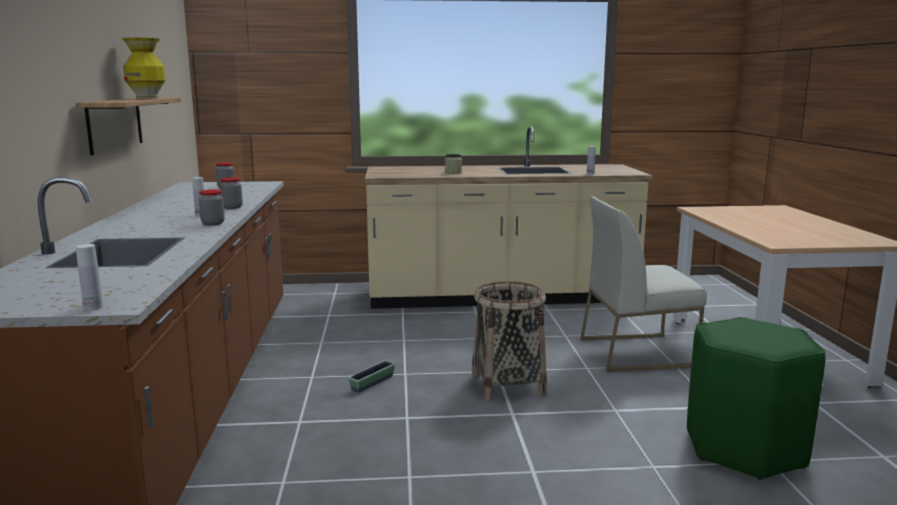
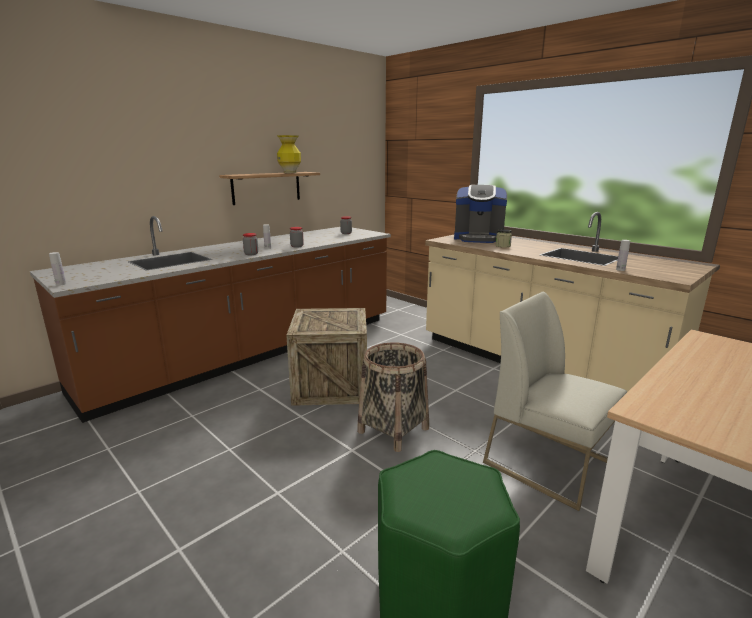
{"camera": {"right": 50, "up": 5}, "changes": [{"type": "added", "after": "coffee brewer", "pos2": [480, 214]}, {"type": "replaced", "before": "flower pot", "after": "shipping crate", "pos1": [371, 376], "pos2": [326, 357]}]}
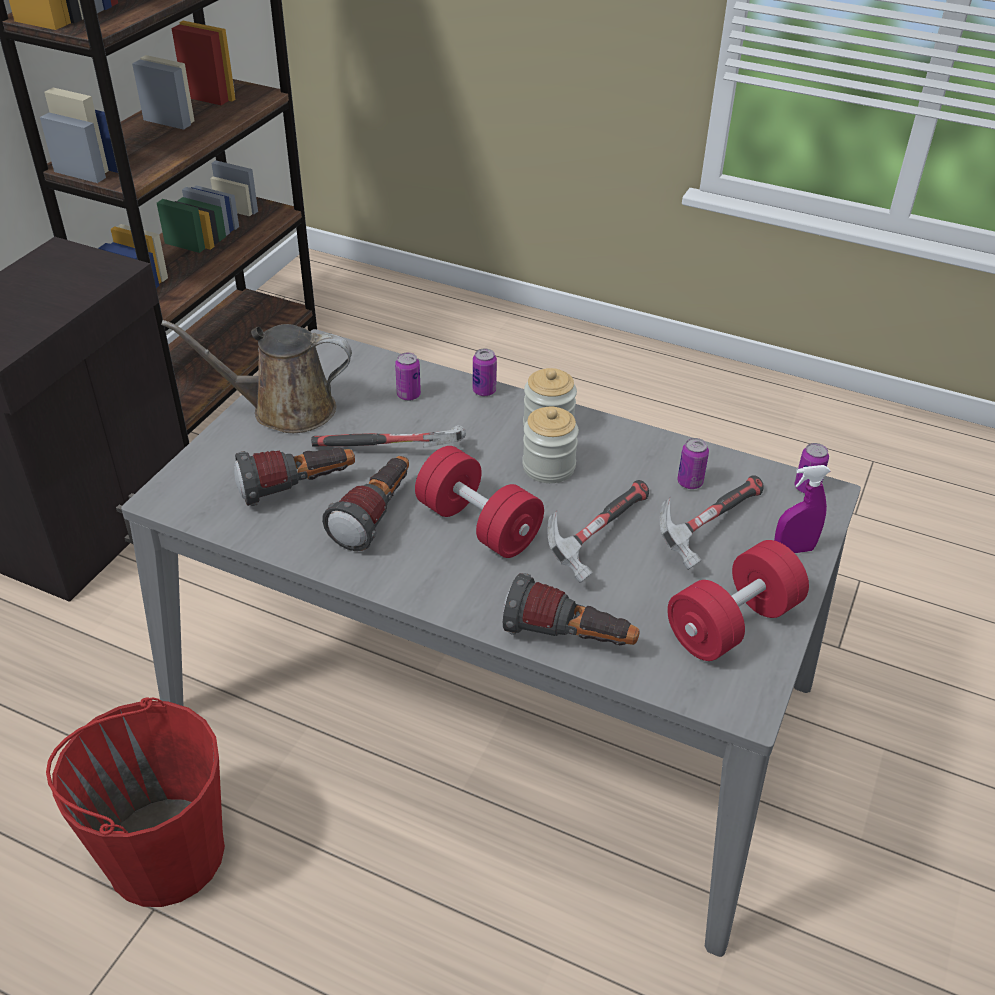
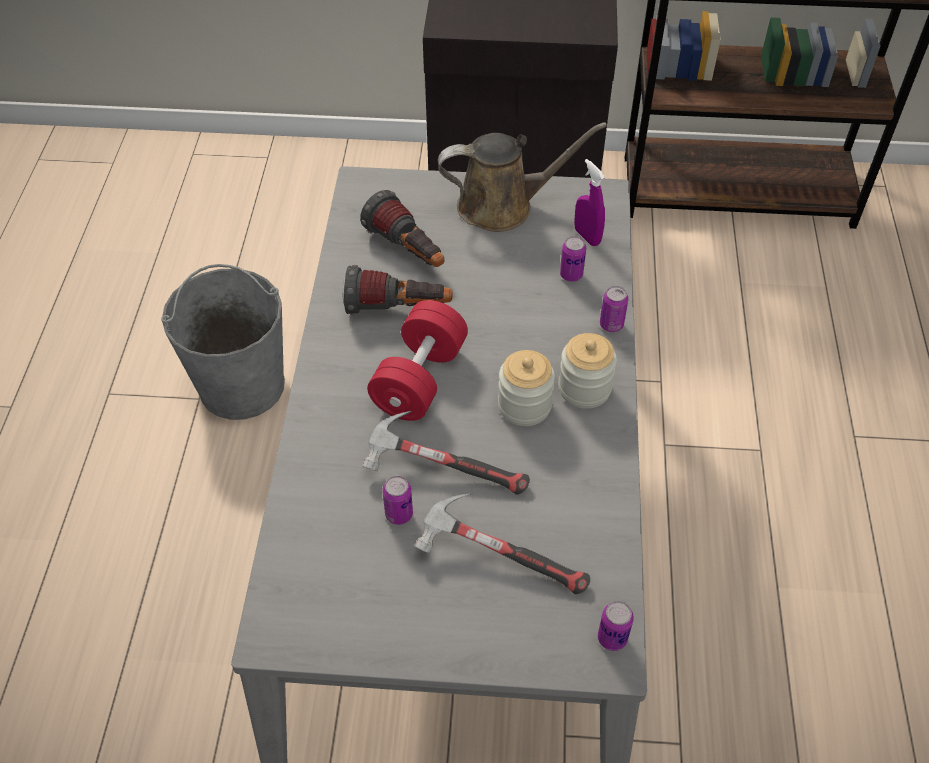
{"camera": {"right": 70, "up": 10}, "changes": [{"type": "removed", "before": "hammer", "pos1": [388, 436]}, {"type": "removed", "before": "hand torch", "pos1": [571, 609]}, {"type": "removed", "before": "free weight (red-coloured)", "pos1": [738, 600]}, {"type": "moved", "before": "metal can", "pos1": [693, 463], "pos2": [397, 500]}, {"type": "moved", "before": "sprayer (purple-coloured)", "pos1": [802, 509], "pos2": [589, 202]}, {"type": "recoloured", "before": "bucket (red-coloured)", "after": "bucket (greyish)", "pos1": [135, 802], "pos2": [223, 342]}, {"type": "turned", "before": "sprinkling can (brown)", "pos1": [256, 376], "pos2": [522, 177], "turn": 105}]}
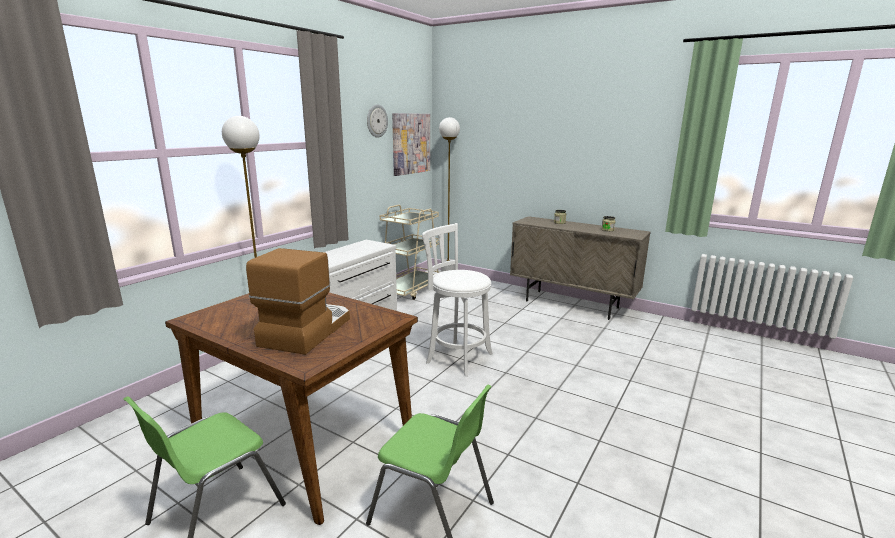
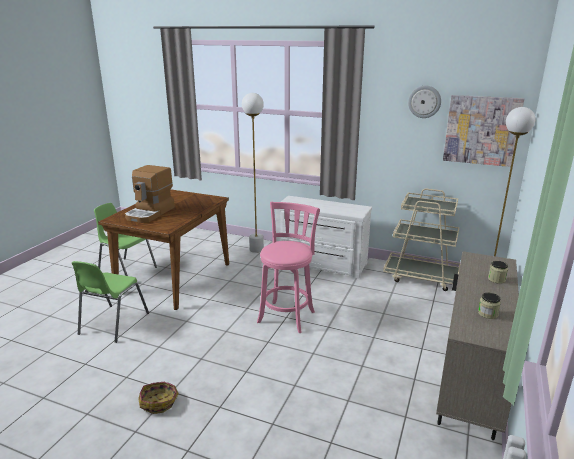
{"camera": {"right": 80, "up": 5}, "changes": [{"type": "added", "after": "storage basket", "pos2": [158, 398]}, {"type": "recoloured", "before": "stool (white)", "after": "stool (pink)", "pos1": [457, 299], "pos2": [288, 267]}, {"type": "turned", "before": "coffee brewer", "pos1": [298, 301], "pos2": [150, 194], "turn": 105}]}
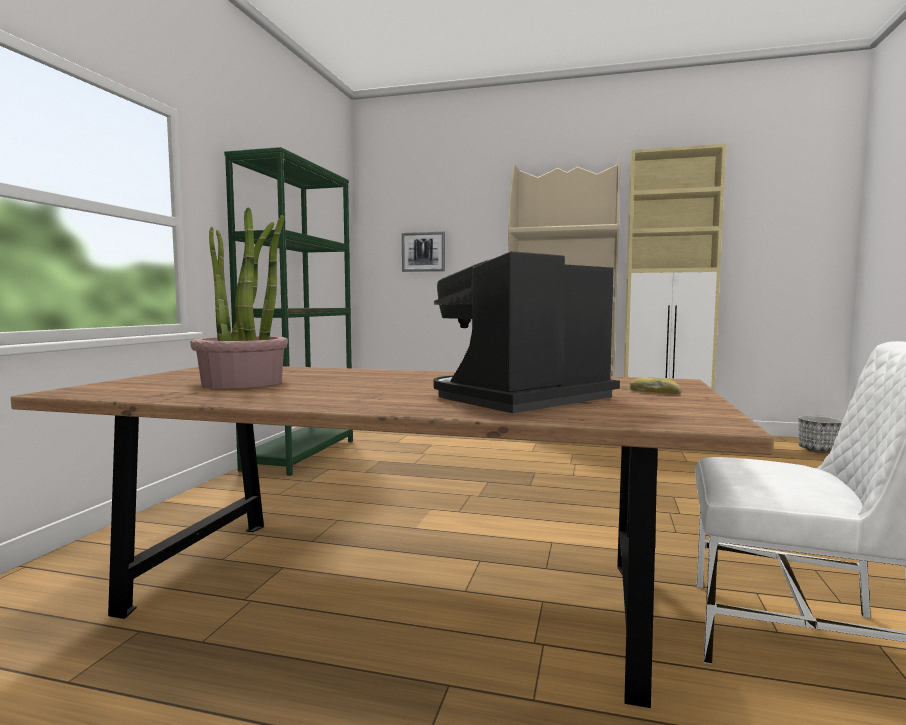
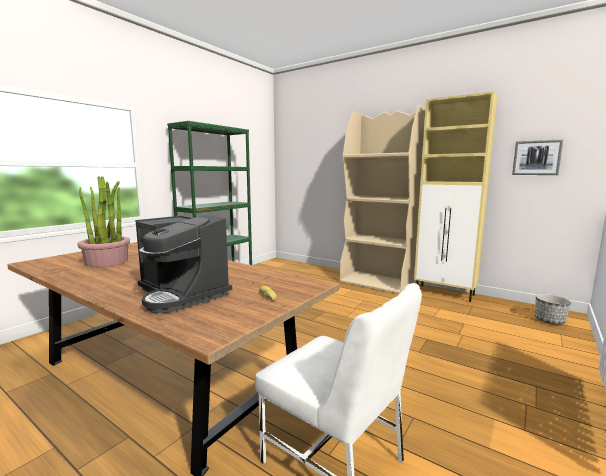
{"camera": {"right": 20, "up": 5}, "changes": [{"type": "moved", "before": "wall art", "pos1": [423, 252], "pos2": [538, 157]}, {"type": "turned", "before": "coffee brewer", "pos1": [526, 332], "pos2": [183, 264], "turn": -120}]}
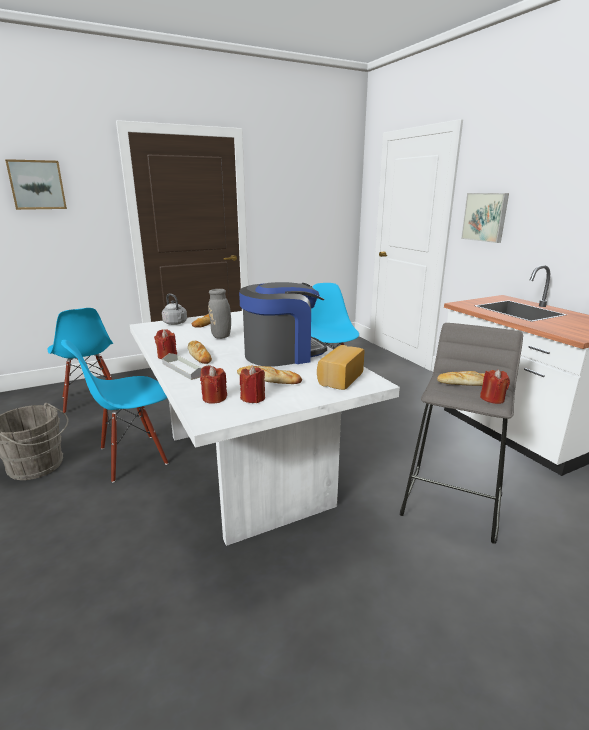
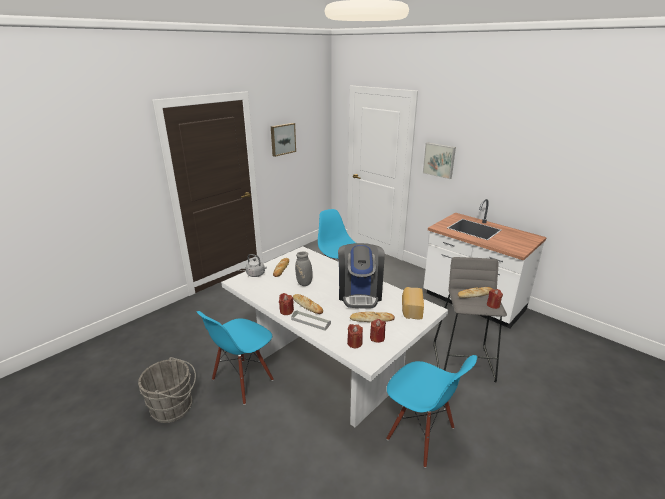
{"camera": {"right": -20, "up": 5}, "changes": [{"type": "moved", "before": "wall art", "pos1": [36, 184], "pos2": [283, 140]}, {"type": "moved", "before": "plain chair (blue)", "pos1": [80, 360], "pos2": [431, 411]}, {"type": "turned", "before": "coffee brewer", "pos1": [283, 324], "pos2": [361, 275], "turn": 135}]}
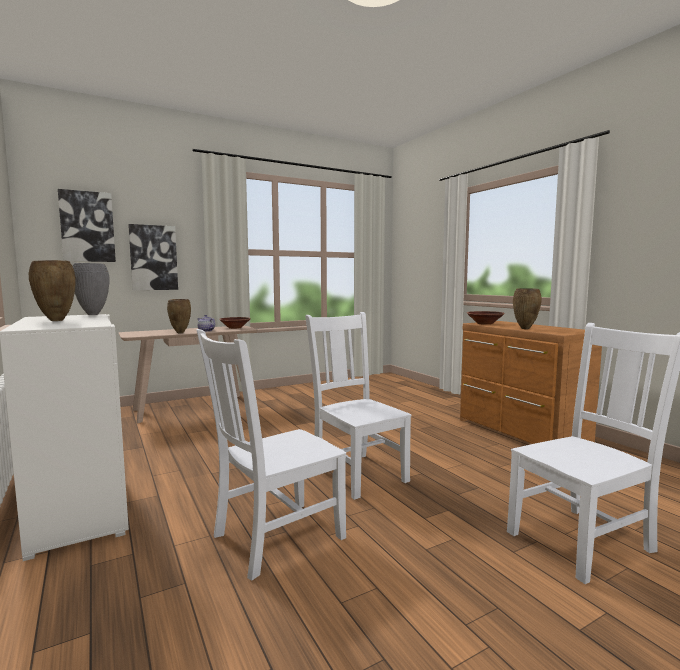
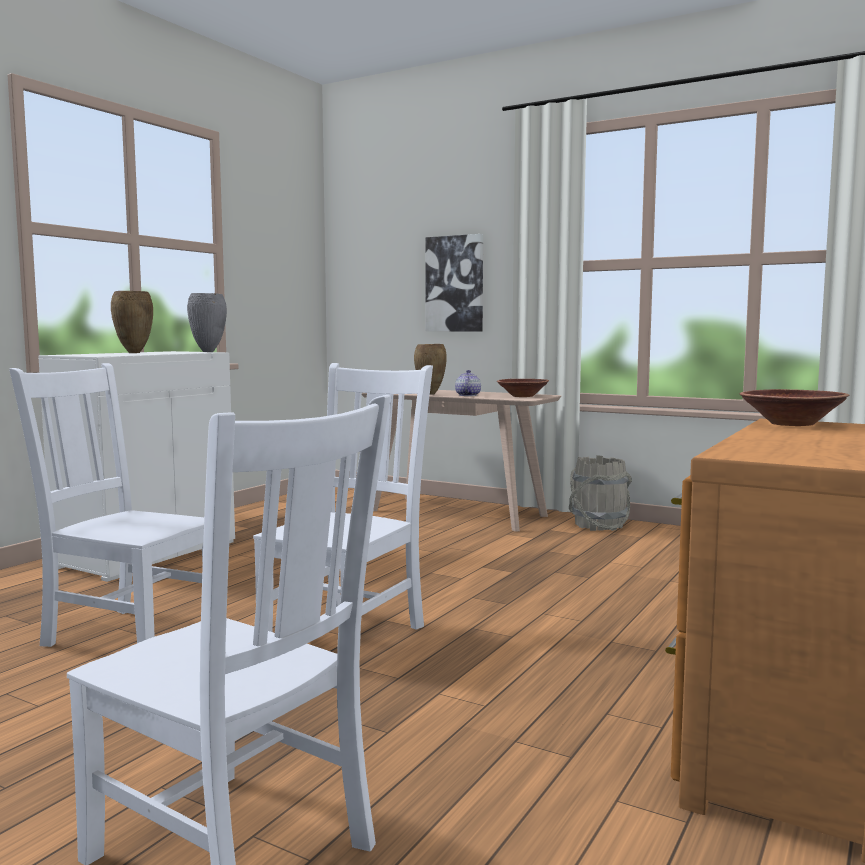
{"camera": {"right": 60, "up": 0}, "changes": [{"type": "removed", "before": "wall art", "pos1": [87, 225]}, {"type": "removed", "before": "decorative vase (brown)", "pos1": [527, 308]}, {"type": "added", "after": "bucket (greyish)", "pos2": [600, 493]}]}
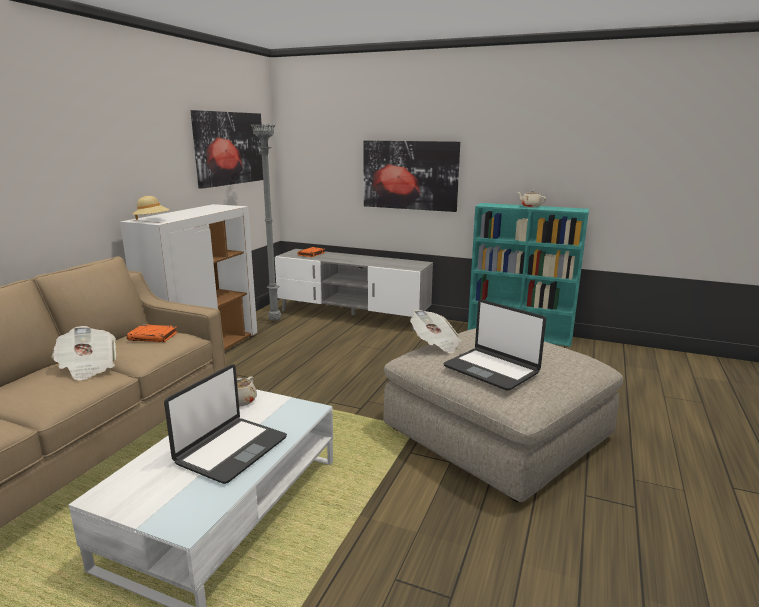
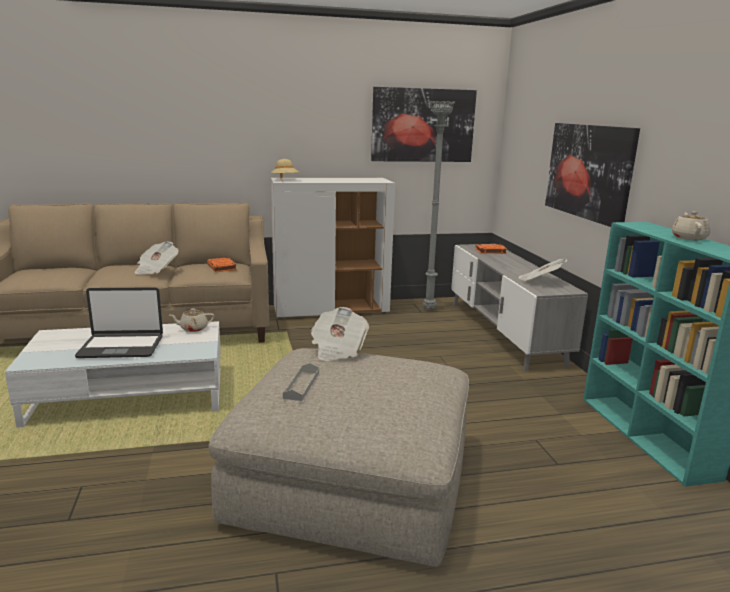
{"camera": {"right": 55, "up": 0}, "changes": [{"type": "added", "after": "printed paper", "pos2": [542, 270]}, {"type": "replaced", "before": "notebook computer", "after": "carrying tray (greyish)", "pos1": [494, 344], "pos2": [301, 382]}]}
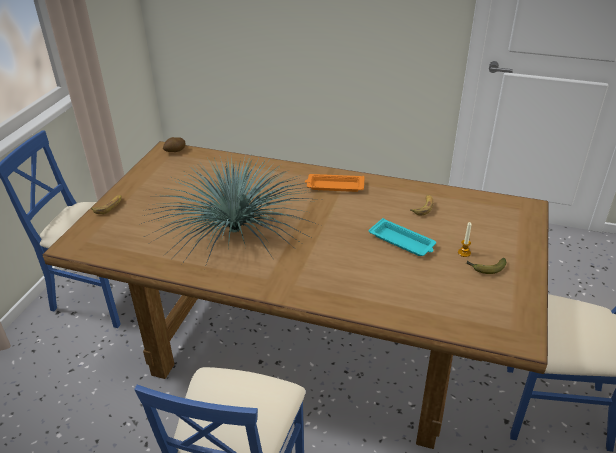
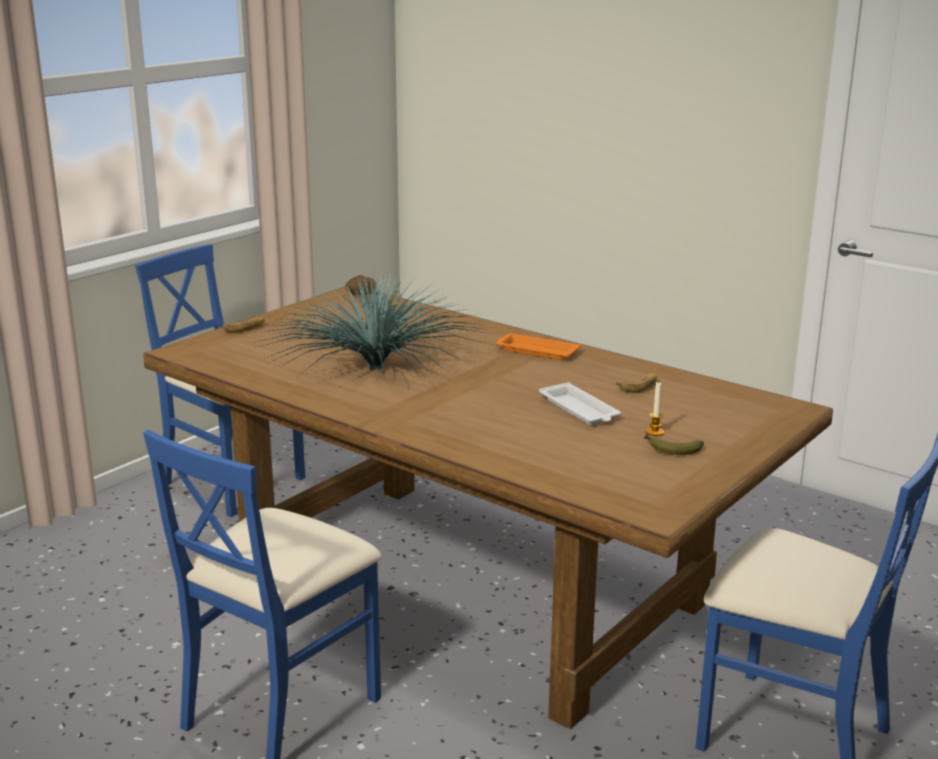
{"camera": {"right": 20, "up": -15}, "changes": [{"type": "recoloured", "before": "carrying tray (turquoise)", "after": "carrying tray (white)", "pos1": [402, 237], "pos2": [580, 403]}]}
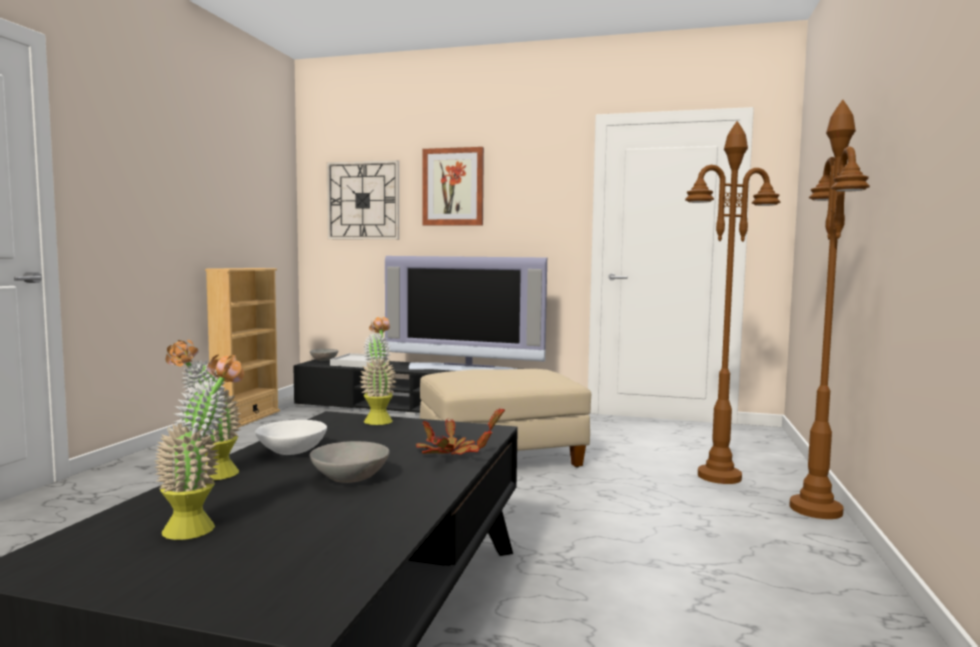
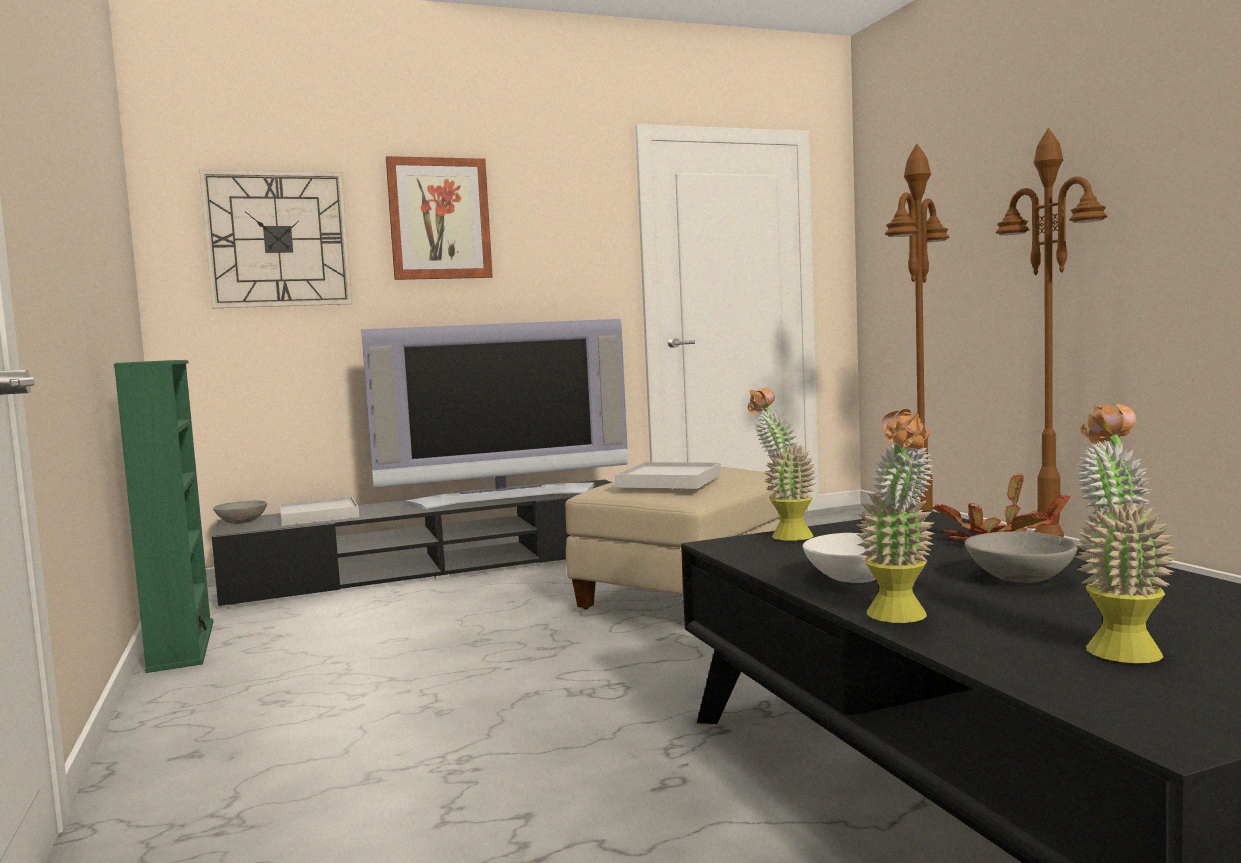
{"camera": {"right": -35, "up": 0}, "changes": [{"type": "added", "after": "carrying tray (white)", "pos2": [668, 475]}, {"type": "recoloured", "before": "shelving unit (beige)", "after": "shelving unit (greenish)", "pos1": [242, 348], "pos2": [163, 516]}]}
